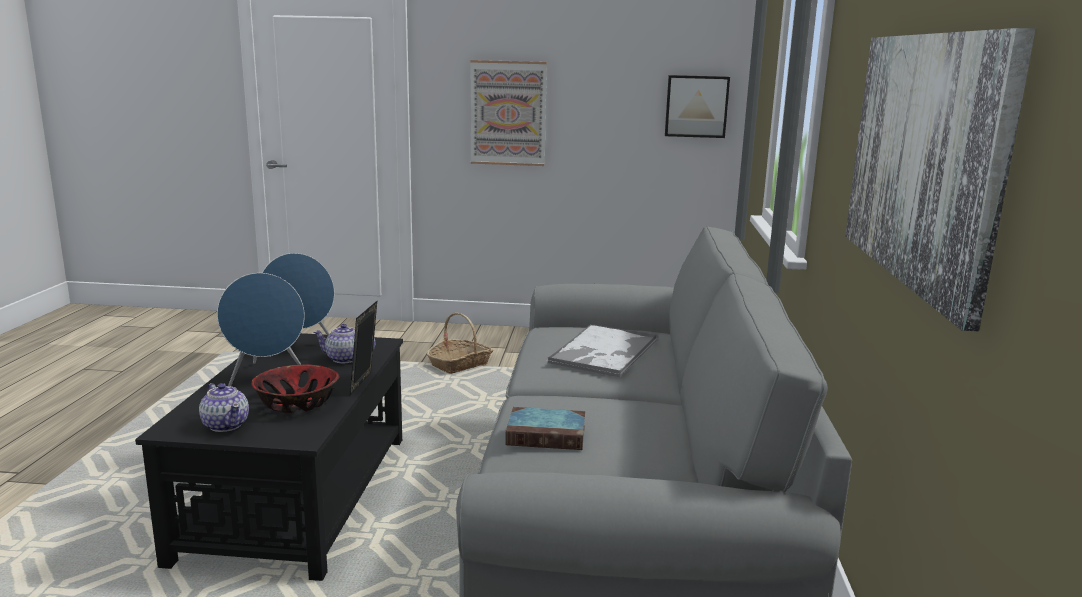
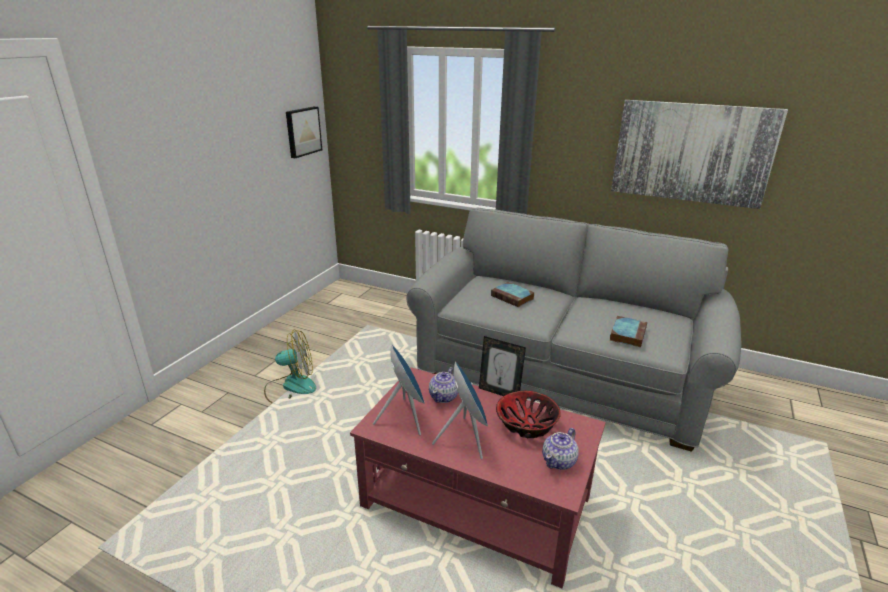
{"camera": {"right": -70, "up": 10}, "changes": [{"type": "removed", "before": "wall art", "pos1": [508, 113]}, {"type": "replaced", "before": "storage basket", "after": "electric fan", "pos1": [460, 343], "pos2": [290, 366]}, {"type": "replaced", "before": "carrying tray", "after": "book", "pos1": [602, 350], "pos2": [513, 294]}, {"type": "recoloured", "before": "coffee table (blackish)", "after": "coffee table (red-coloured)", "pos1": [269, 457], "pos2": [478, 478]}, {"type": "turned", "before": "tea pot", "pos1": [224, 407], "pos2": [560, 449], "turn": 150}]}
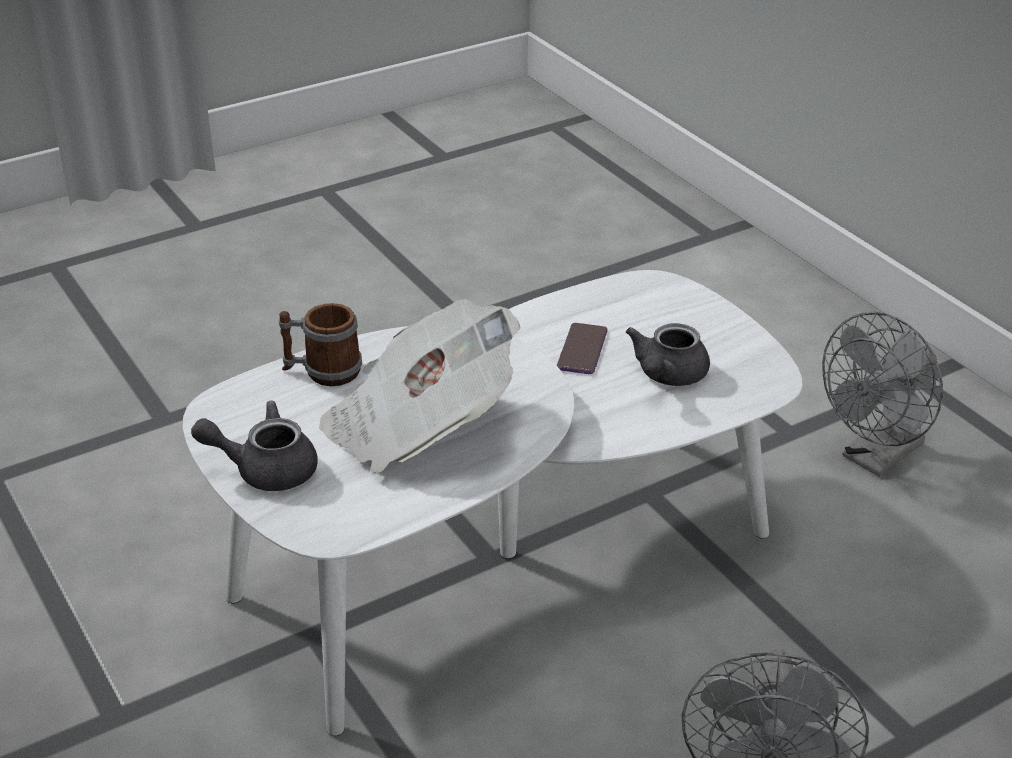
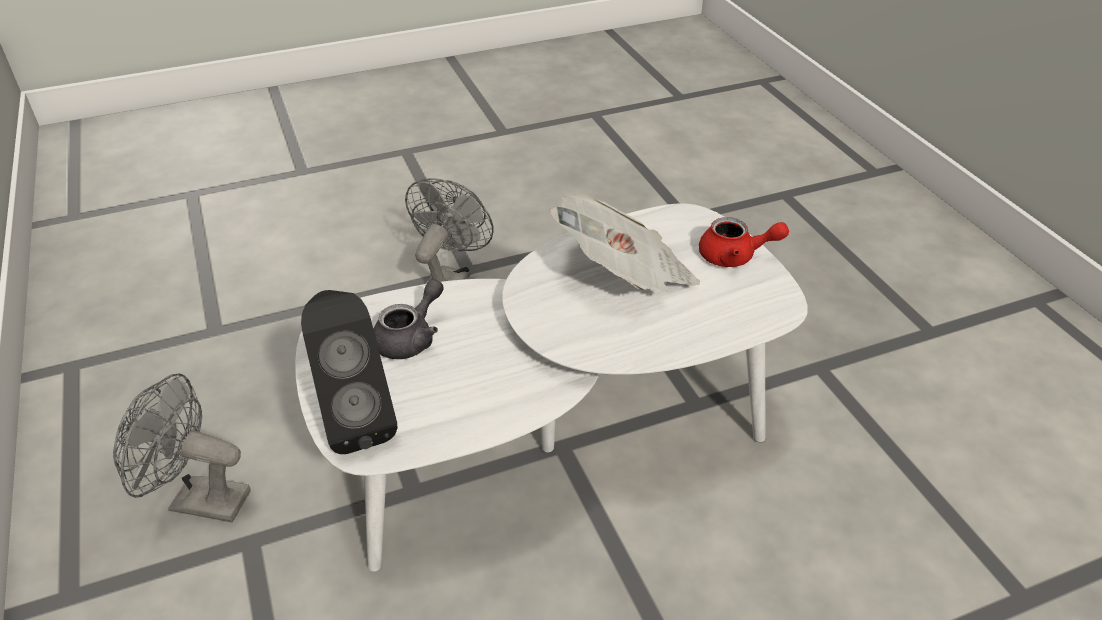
{"camera": {"right": -170, "up": 5}, "changes": [{"type": "removed", "before": "coffee mug", "pos1": [320, 344]}, {"type": "removed", "before": "phone", "pos1": [582, 348]}, {"type": "added", "after": "loudspeaker (blackish)", "pos2": [349, 372]}, {"type": "recoloured", "before": "tea pot (greyish)", "after": "tea pot (red-coloured)", "pos1": [254, 445], "pos2": [744, 242]}, {"type": "turned", "before": "electric fan (greyish)", "pos1": [882, 394], "pos2": [182, 448], "turn": -135}]}
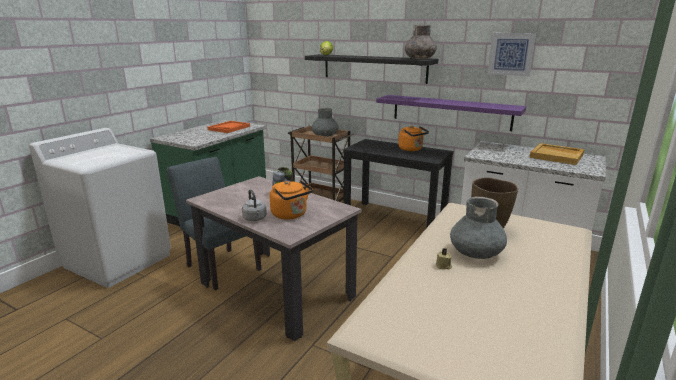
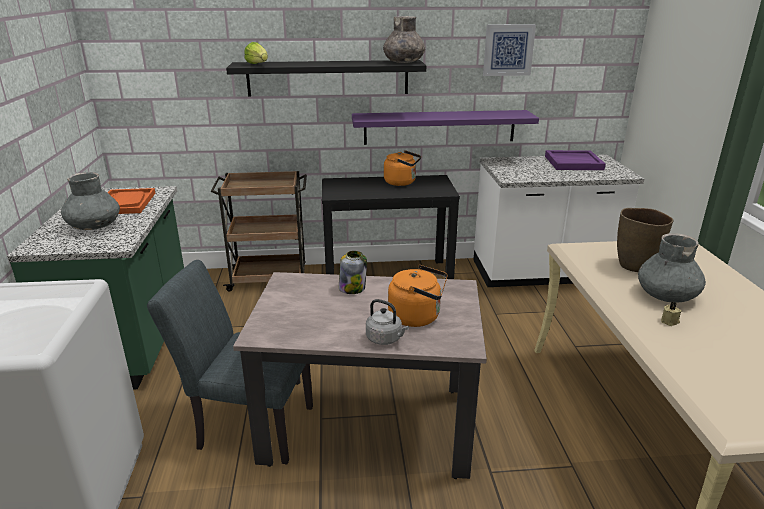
{"camera": {"right": -35, "up": 5}, "changes": [{"type": "moved", "before": "decorative vase (greyish)", "pos1": [325, 122], "pos2": [90, 201]}, {"type": "recoloured", "before": "carrying tray (beige)", "after": "carrying tray (purple-coloured)", "pos1": [557, 154], "pos2": [575, 160]}]}
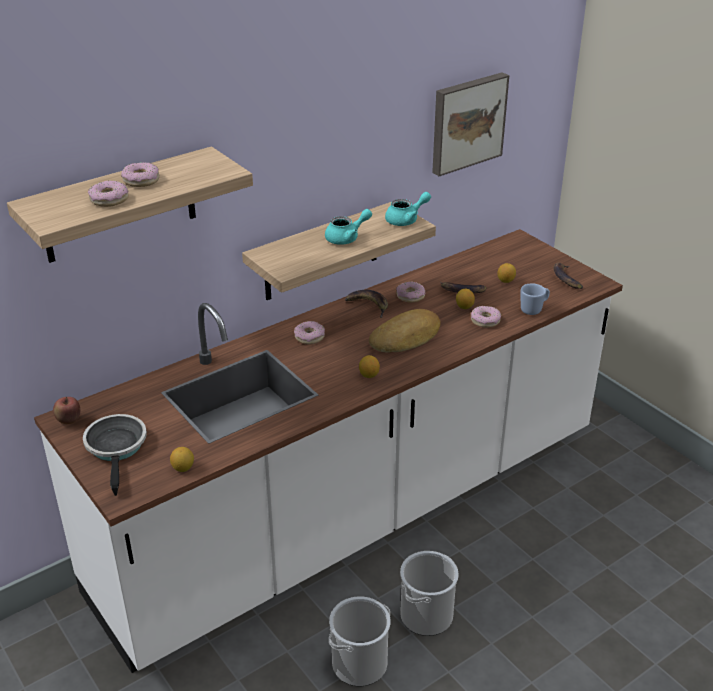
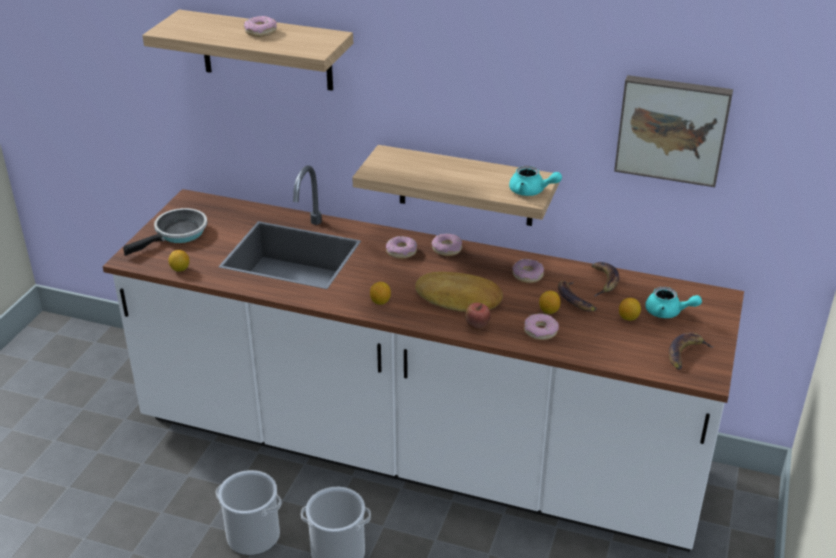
{"camera": {"right": 55, "up": 0}, "changes": [{"type": "removed", "before": "coffee mug (blue)", "pos1": [535, 299]}, {"type": "moved", "before": "apple fruit", "pos1": [66, 410], "pos2": [478, 316]}, {"type": "moved", "before": "ring doughnut", "pos1": [108, 193], "pos2": [447, 245]}, {"type": "moved", "before": "tea pot (turquoise)", "pos1": [348, 227], "pos2": [673, 302]}, {"type": "moved", "before": "whole banana", "pos1": [366, 304], "pos2": [605, 279]}]}
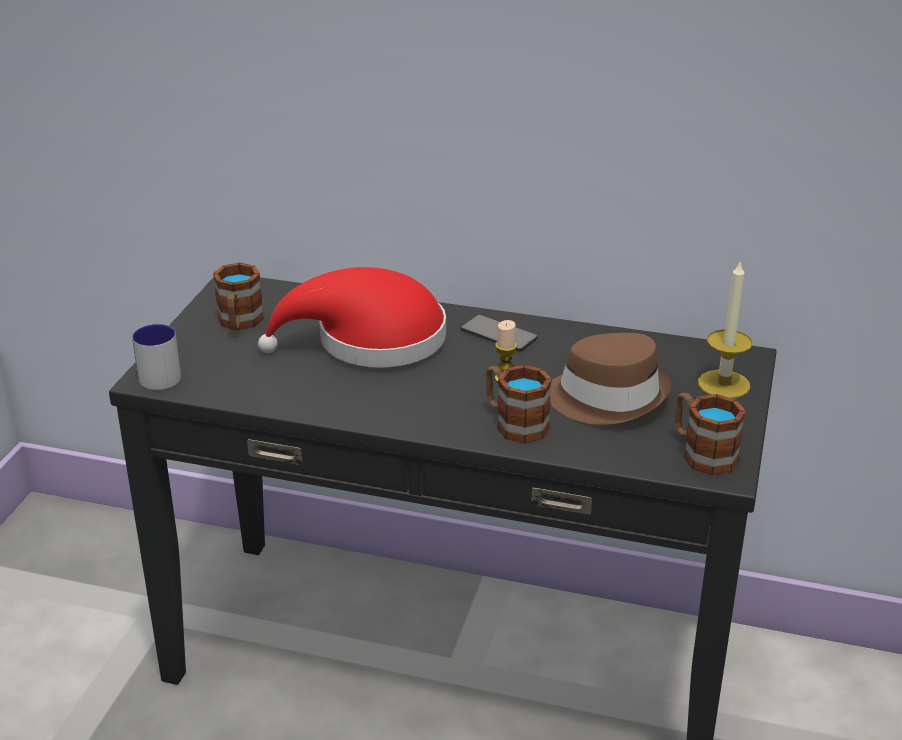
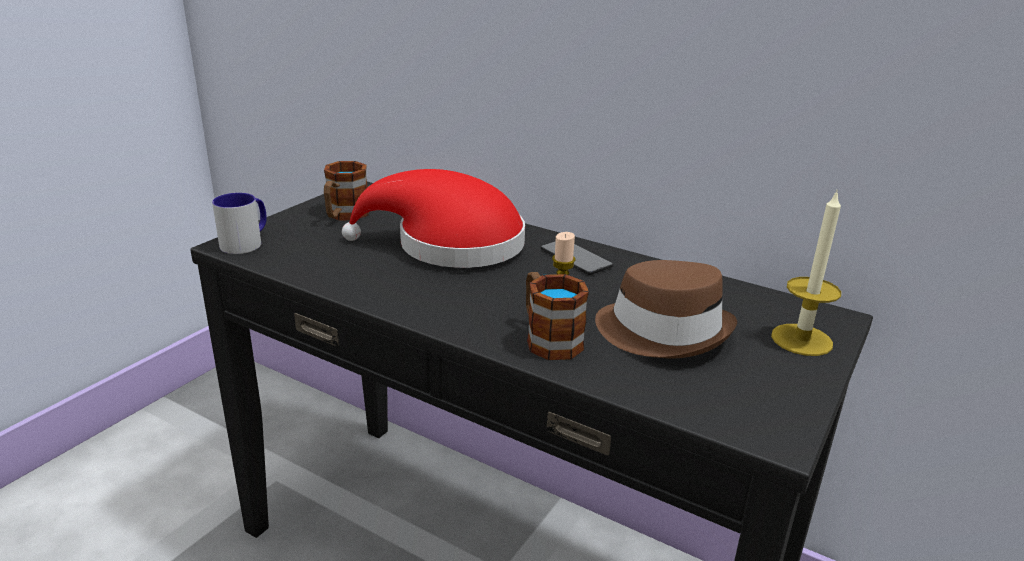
{"camera": {"right": 15, "up": -5}, "changes": [{"type": "removed", "before": "coffee mug", "pos1": [710, 434]}]}
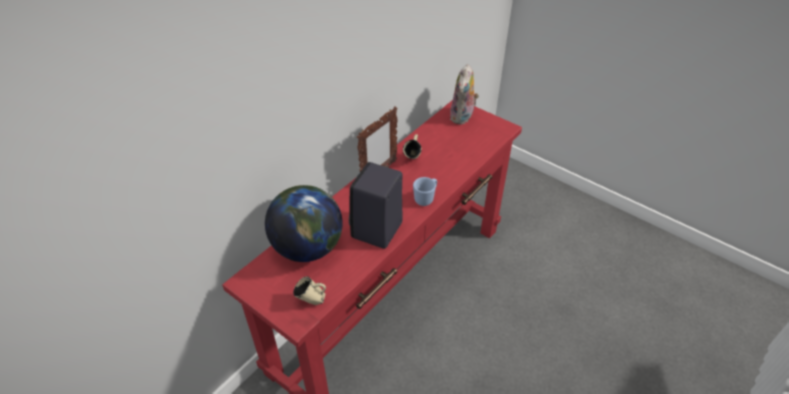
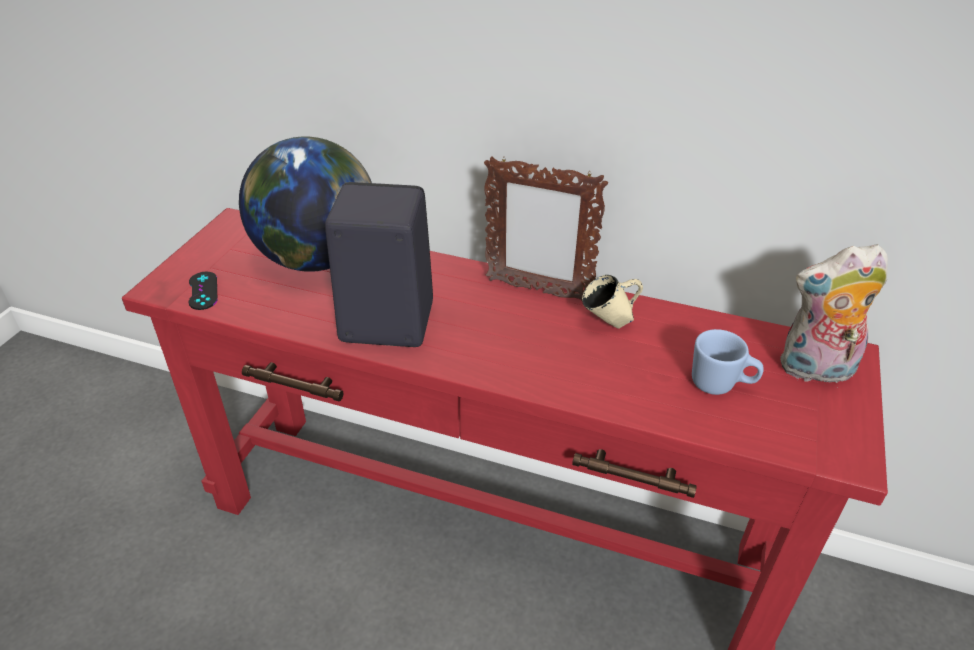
{"camera": {"right": 70, "up": -5}, "changes": [{"type": "moved", "before": "coffee mug (blue)", "pos1": [425, 191], "pos2": [728, 362]}, {"type": "replaced", "before": "coffee mug (beige)", "after": "game controller (blackish)", "pos1": [309, 290], "pos2": [203, 291]}]}
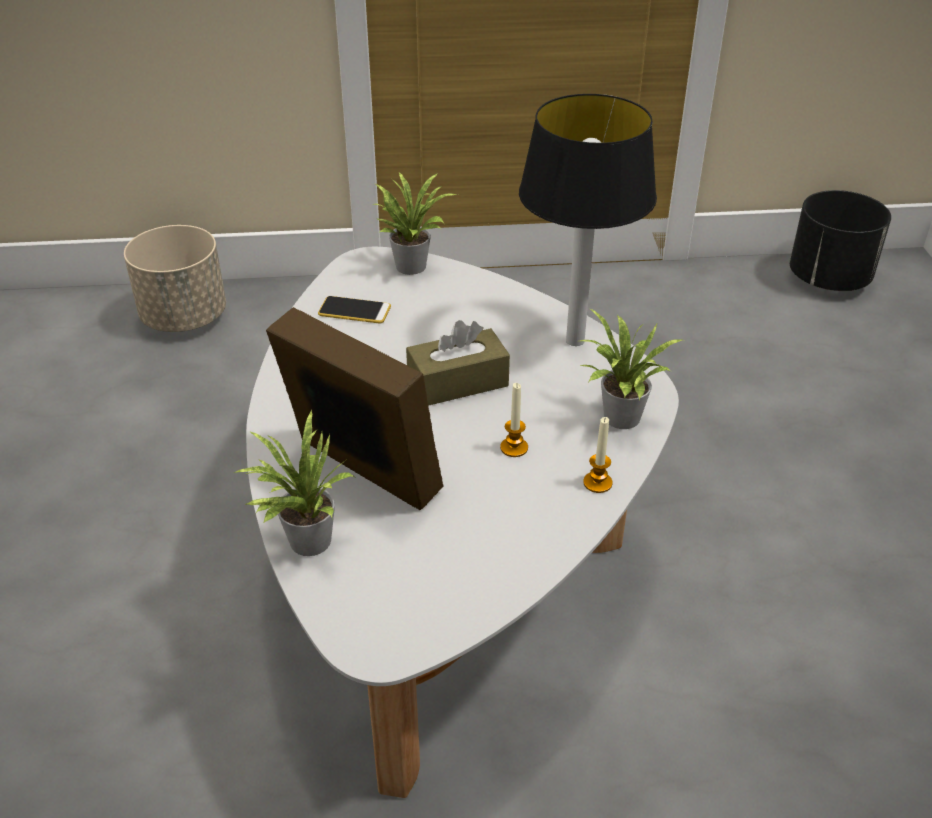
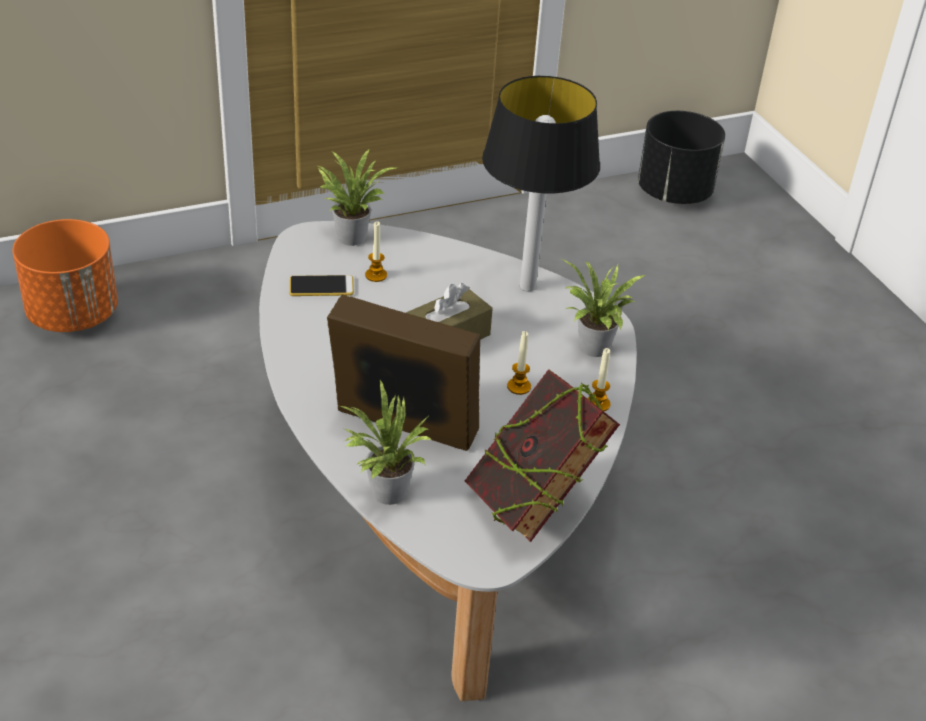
{"camera": {"right": -20, "up": 0}, "changes": [{"type": "added", "after": "wax candle", "pos2": [376, 251]}, {"type": "added", "after": "book", "pos2": [542, 455]}, {"type": "recoloured", "before": "flower pot (beige)", "after": "flower pot (orange-coloured)", "pos1": [175, 278], "pos2": [65, 275]}]}
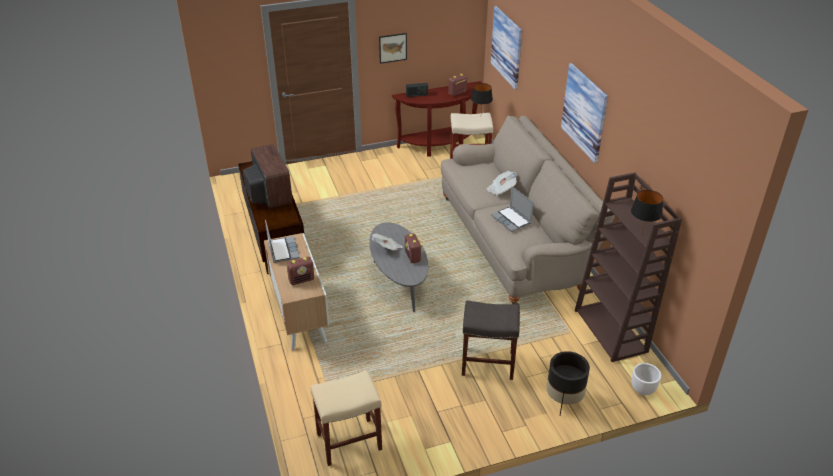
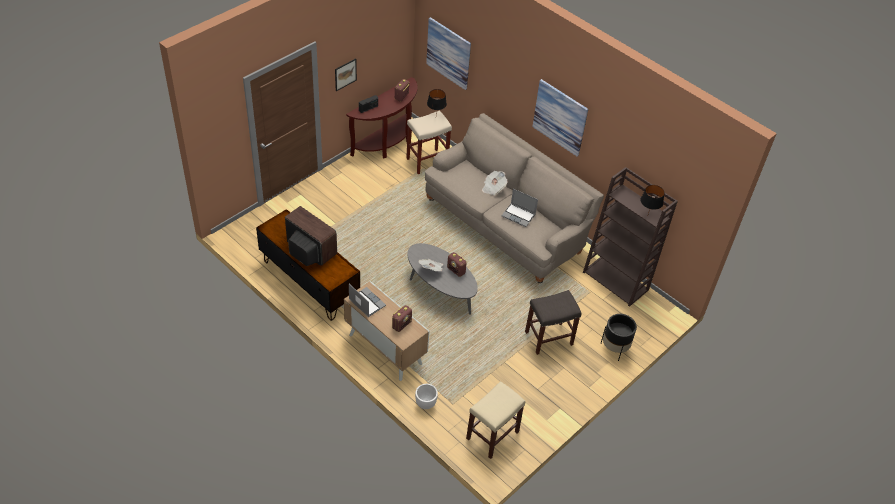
{"camera": {"right": -30, "up": 10}, "changes": [{"type": "moved", "before": "flower pot (white)", "pos1": [646, 379], "pos2": [426, 396]}]}
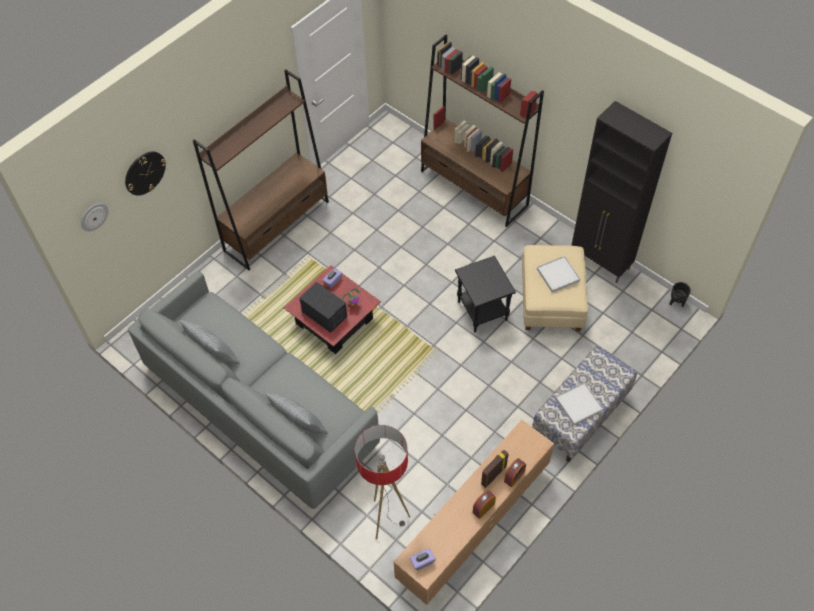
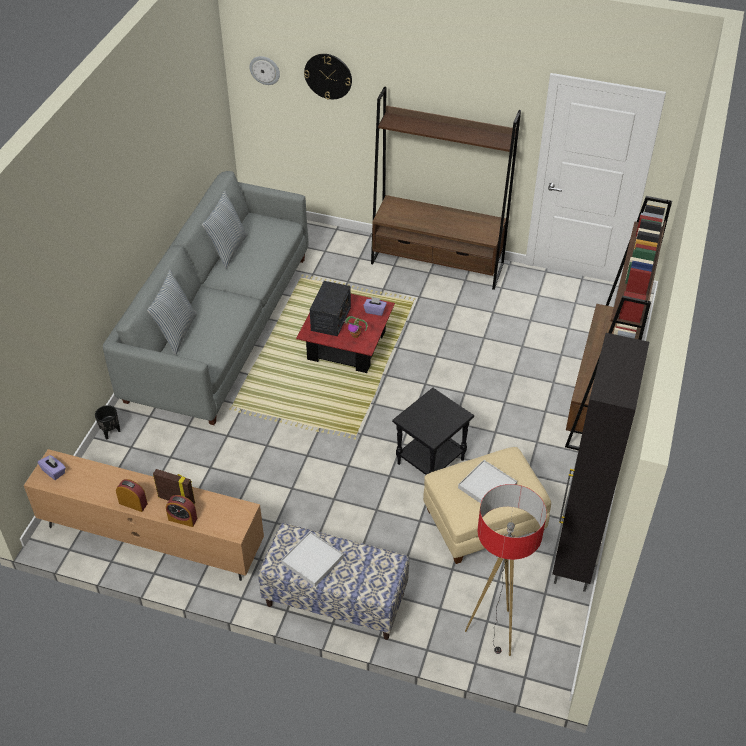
{"camera": {"right": 65, "up": -10}, "changes": [{"type": "moved", "before": "floor lamp", "pos1": [382, 482], "pos2": [506, 570]}, {"type": "moved", "before": "flower pot (blackish)", "pos1": [680, 294], "pos2": [107, 422]}]}
